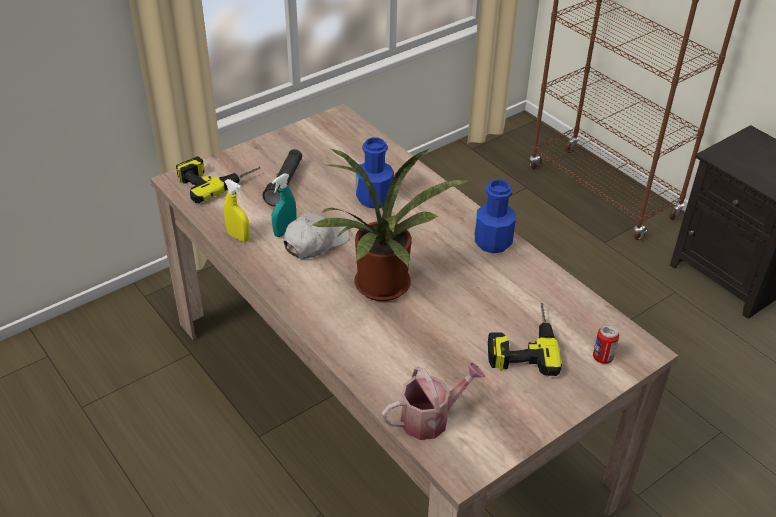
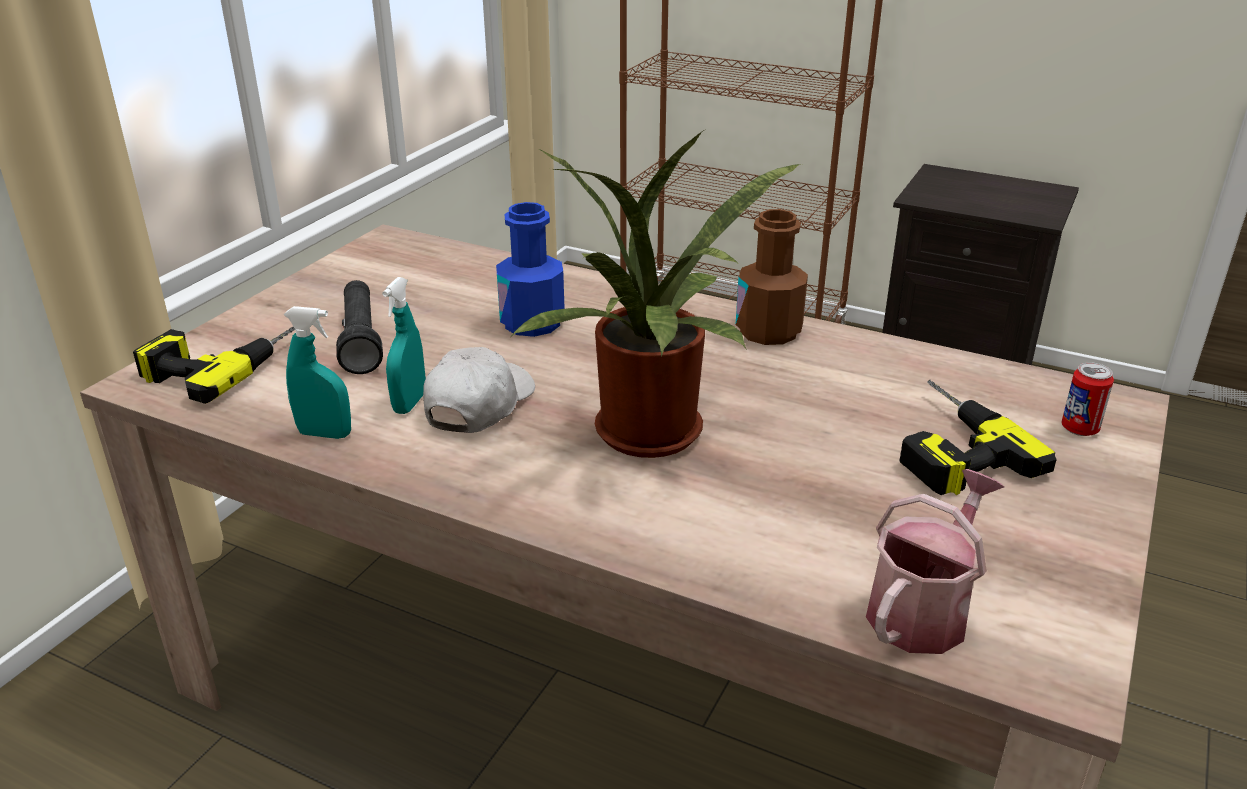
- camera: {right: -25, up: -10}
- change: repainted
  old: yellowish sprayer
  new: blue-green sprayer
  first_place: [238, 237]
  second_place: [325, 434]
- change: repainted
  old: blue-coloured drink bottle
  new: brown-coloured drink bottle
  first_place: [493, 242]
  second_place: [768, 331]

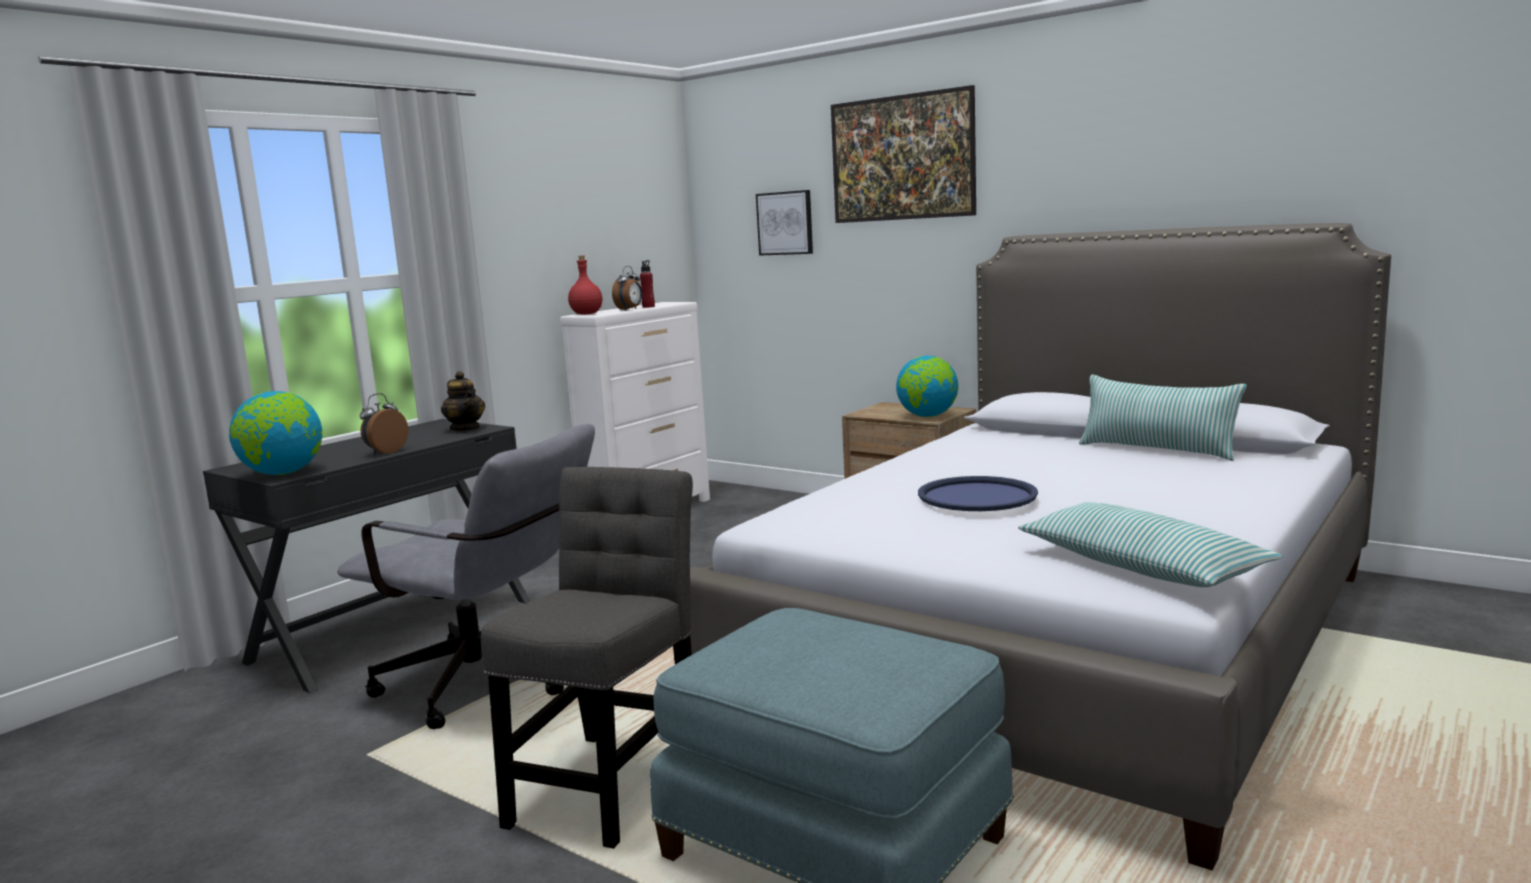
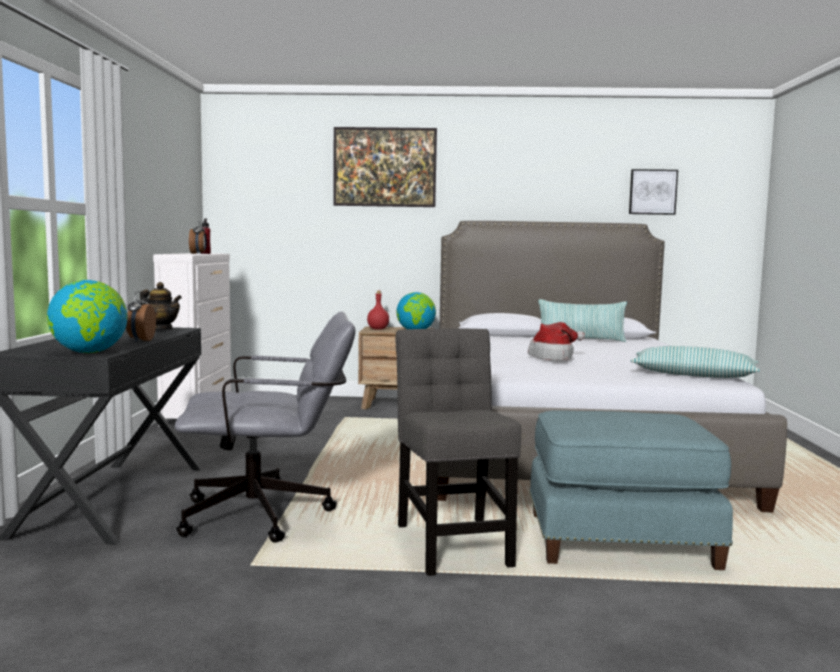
- camera: {right: -35, up: -5}
- change: shifted
  old: red drink bottle
  first_place: [587, 314]
  second_place: [378, 329]
- change: shifted
  old: wall art
  first_place: [785, 223]
  second_place: [652, 192]
- change: swapped
  old: blue-coloured serving tray
  new: wearable hat
  first_place: [977, 496]
  second_place: [554, 357]

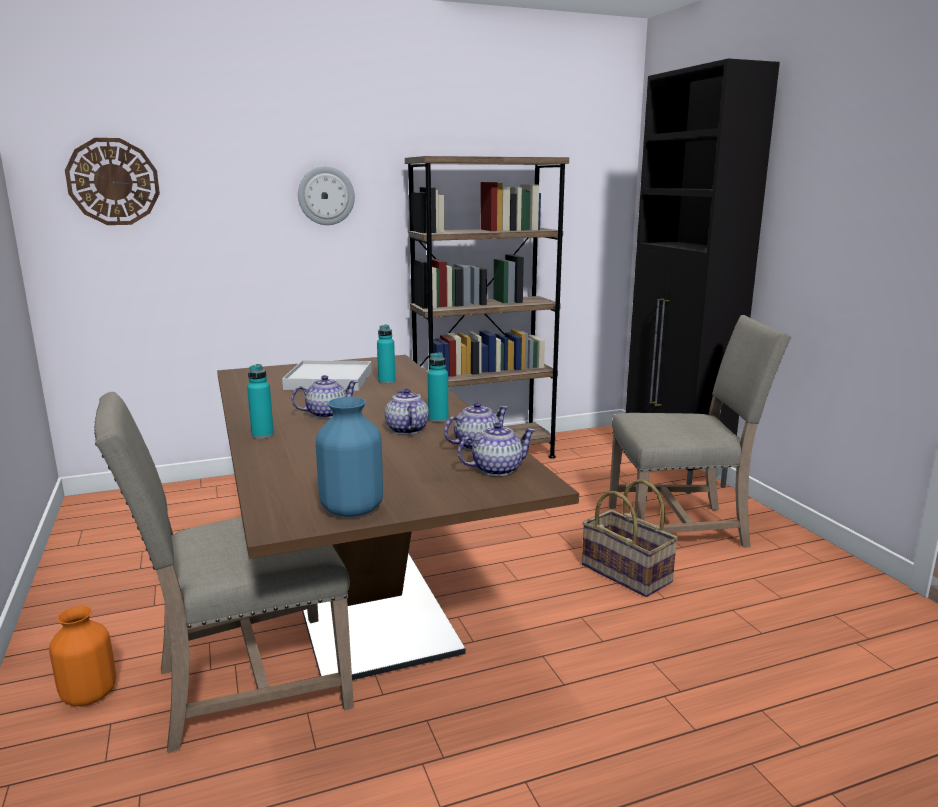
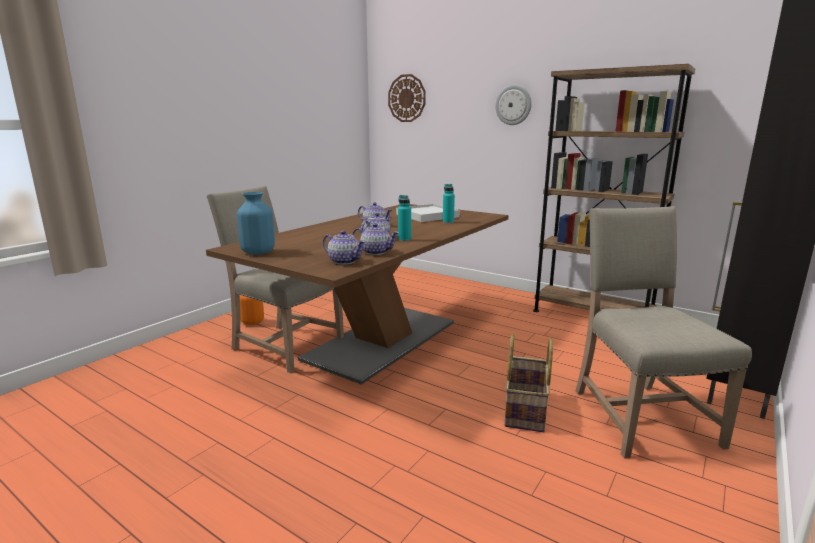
- camera: {right: 55, up: 0}
- change: gone
  old: blue-green drink bottle
  first_place: [262, 435]
- change: rotated
  old: sand-coloured plain chair
  first_place: [681, 527]
  second_place: [638, 415]
  degrees: -150

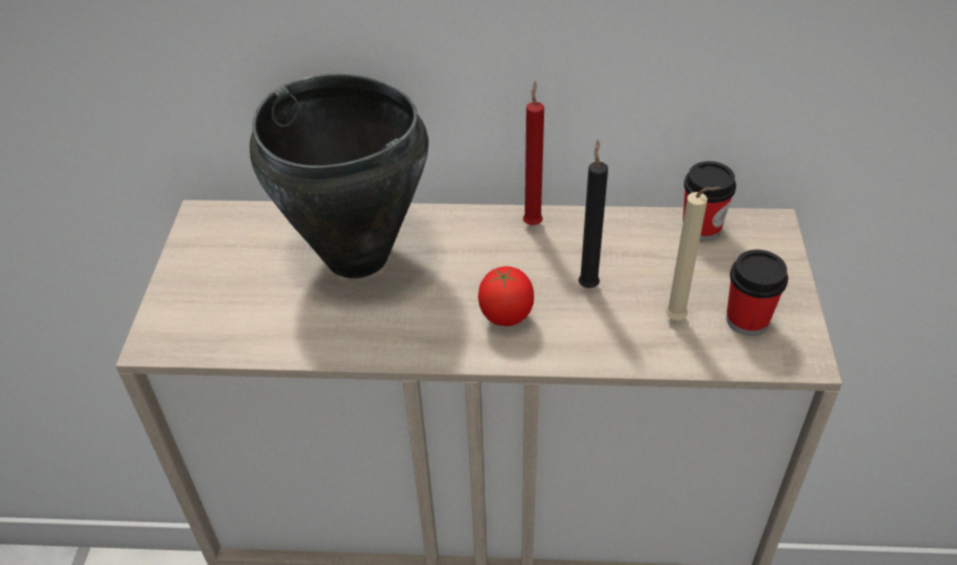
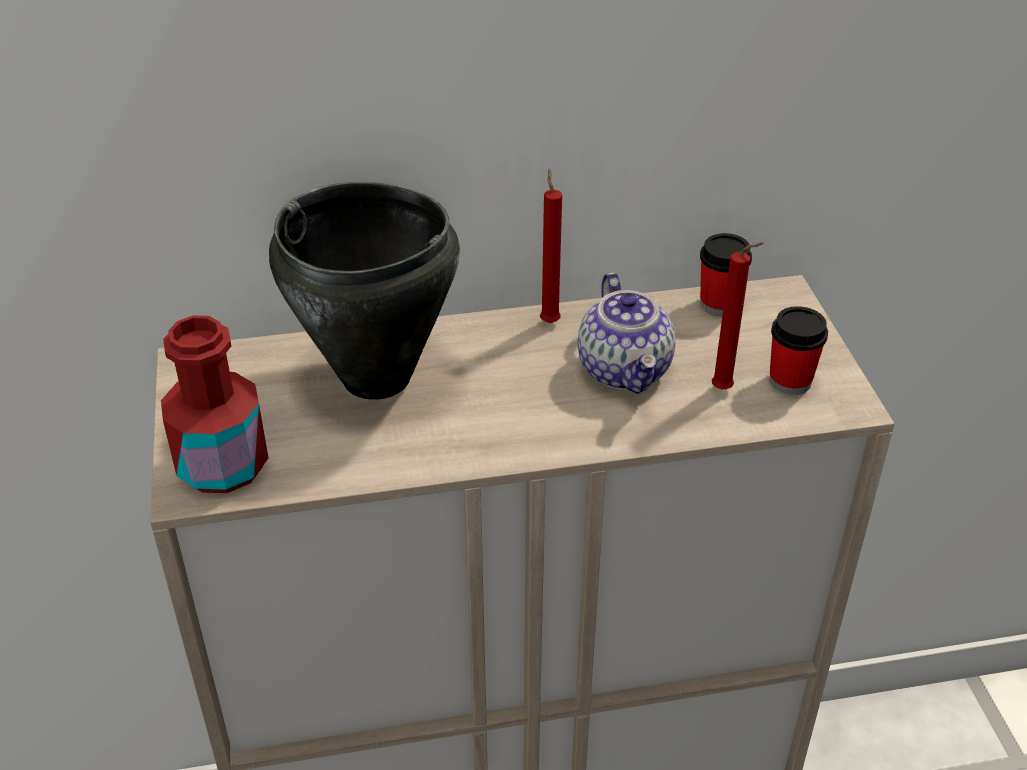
- camera: {right: -15, up: -5}
- change: gone
  old: fresh tomato
  first_place: [505, 318]
- change: new
  new: red drink bottle
  second_place: [223, 465]
- change: swapped
  old: blackish candle
  new: pot for tea
  first_place: [588, 284]
  second_place: [626, 370]
- change: repainted
  old: sand-coloured candle
  new: red candle
  first_place: [679, 319]
  second_place: [725, 390]

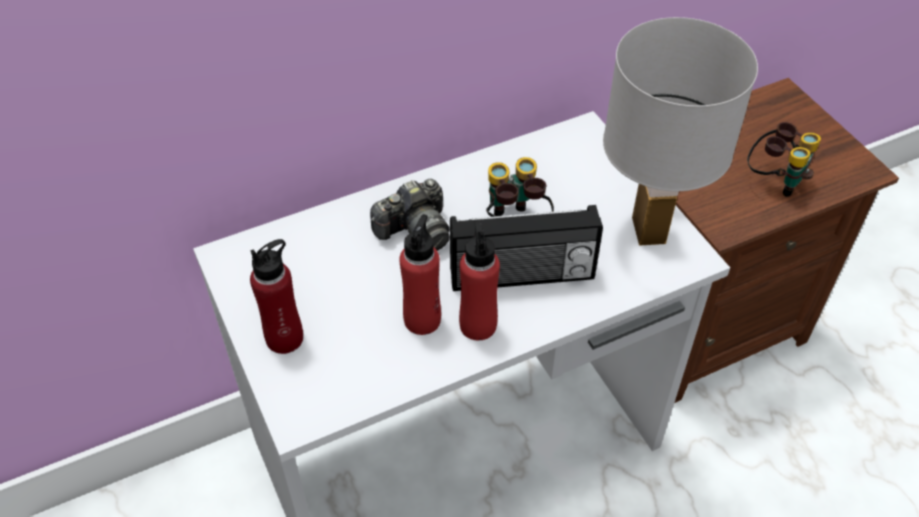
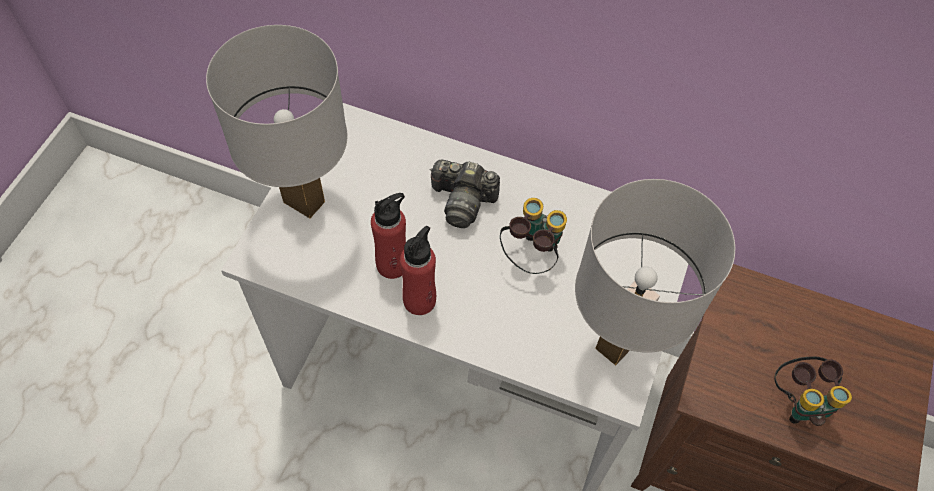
- camera: {right: 45, up: 10}
- change: gone
  old: radio set
  first_place: [522, 277]
- change: swapped
  old: red drink bottle
  new: whitish lamp for a table
  first_place: [285, 338]
  second_place: [305, 202]

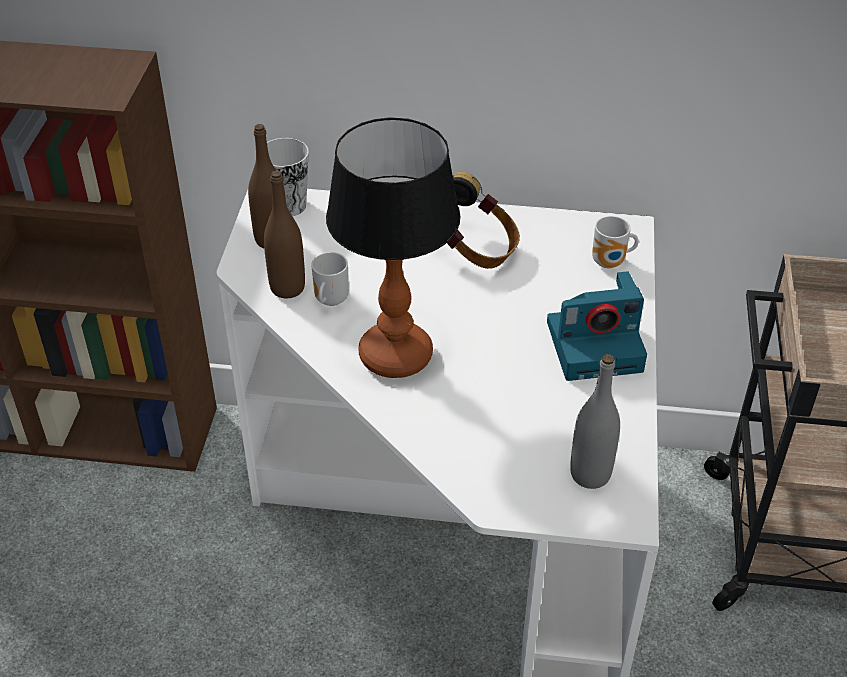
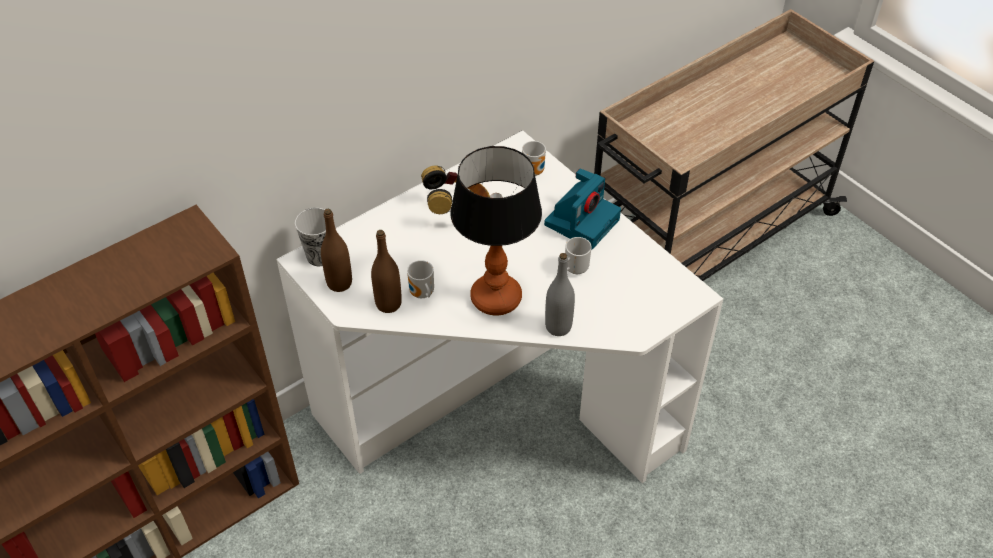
- camera: {right: -45, up: 5}
- change: new
  new: mug
  second_place: [574, 269]
- change: shifted
  old: grey drink bottle
  first_place: [590, 474]
  second_place: [558, 327]

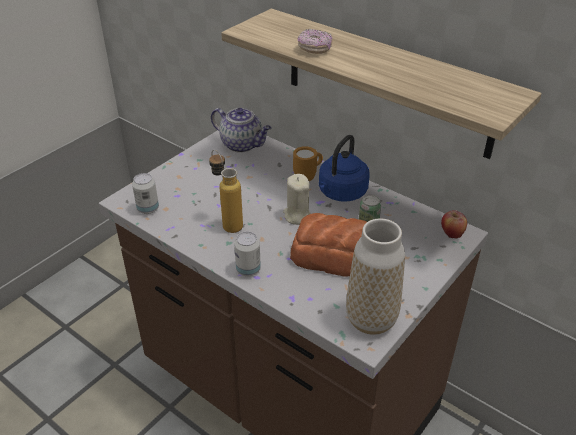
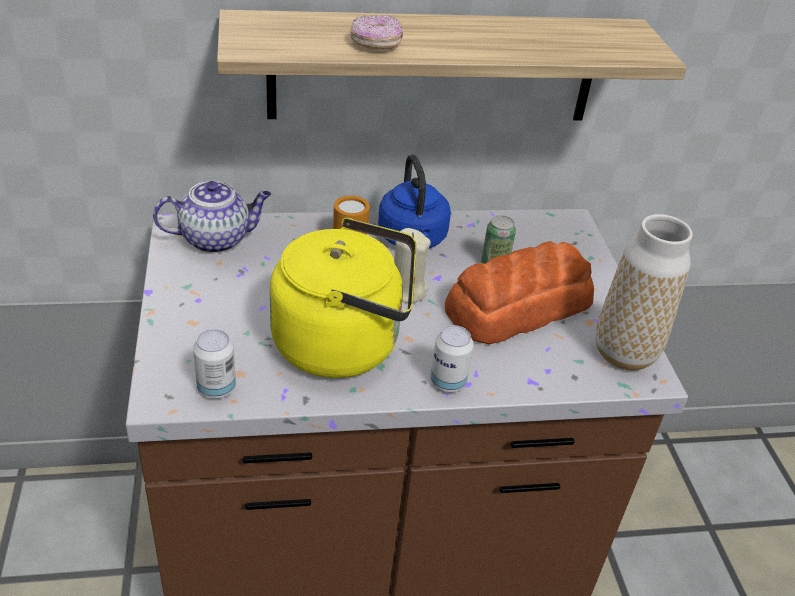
- camera: {right: -50, up: 0}
- change: gone
  old: whole apple
  first_place: [451, 234]
- change: swapped
  old: drink bottle
  new: yellowish tea kettle
  first_place: [227, 223]
  second_place: [344, 344]

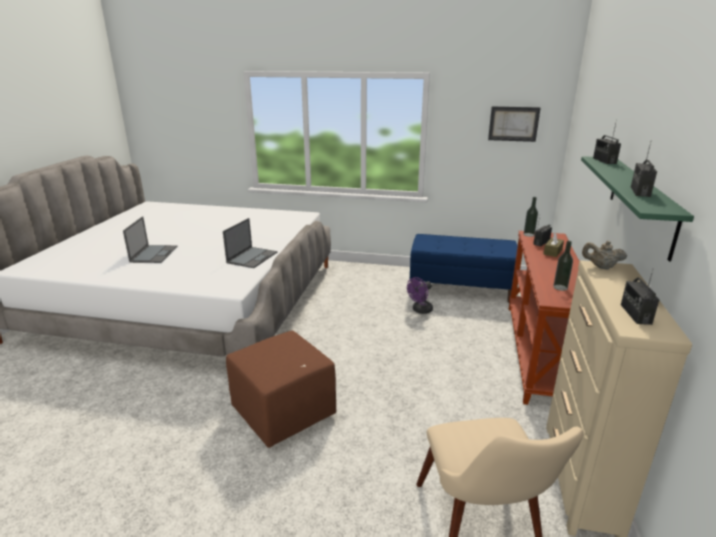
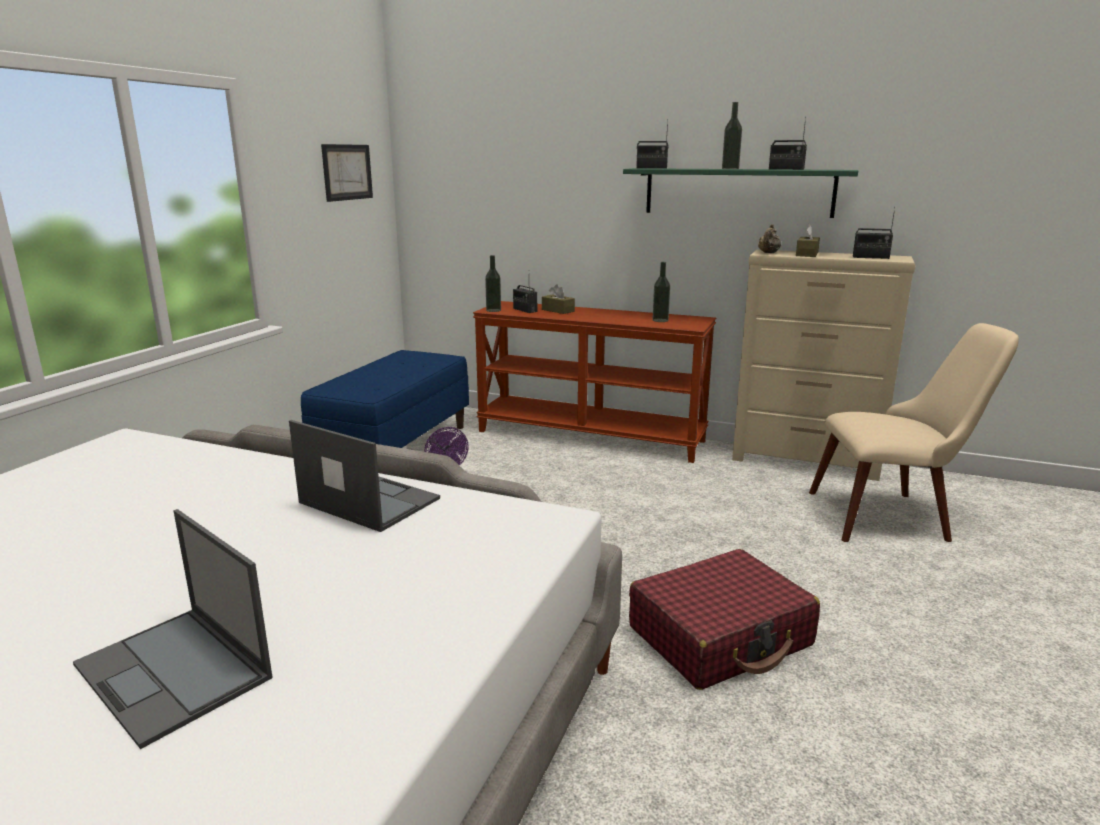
- camera: {right: -80, up: -5}
- change: new
  new: drink bottle
  second_place: [730, 169]
- change: new
  new: brown-coloured tissue holder
  second_place: [807, 254]
- change: swapped
  old: brown-coloured pouffe
  new: red piece of luggage
  first_place: [284, 412]
  second_place: [720, 636]
- change: rotated
  old: notebook computer
  first_place: [154, 254]
  second_place: [175, 672]
  degrees: -150

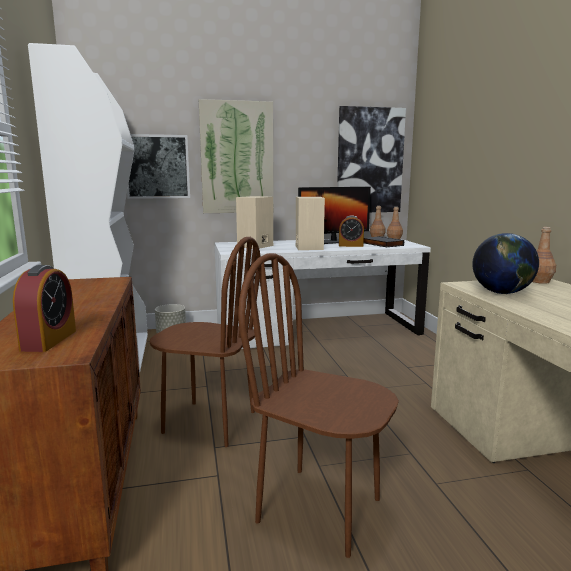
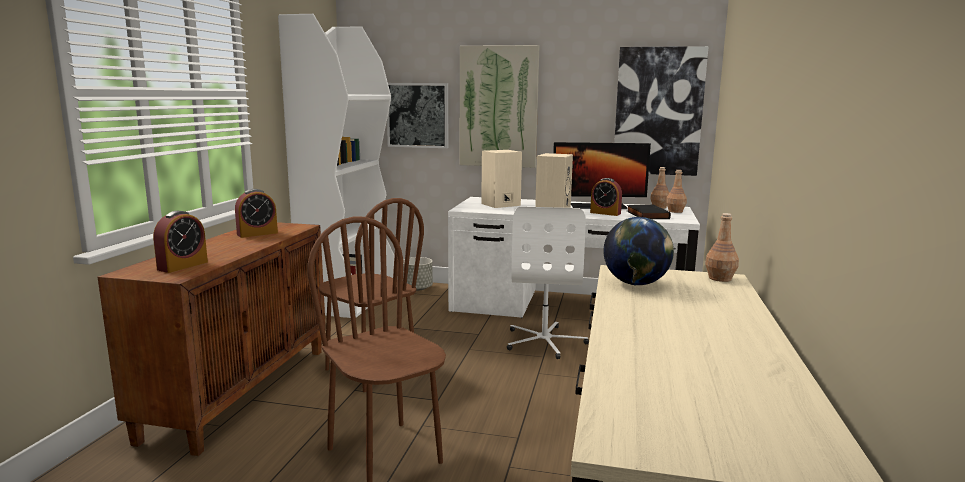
- camera: {right: 25, up: 0}
- change: new
  new: alarm clock
  second_place: [257, 234]
- change: new
  new: whitish desk chair
  second_place: [545, 341]

